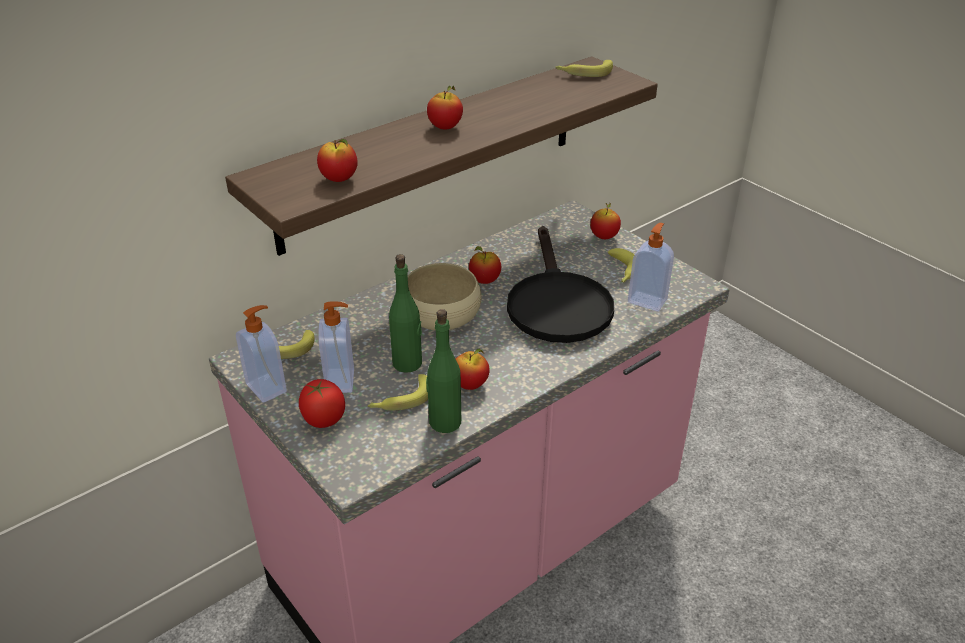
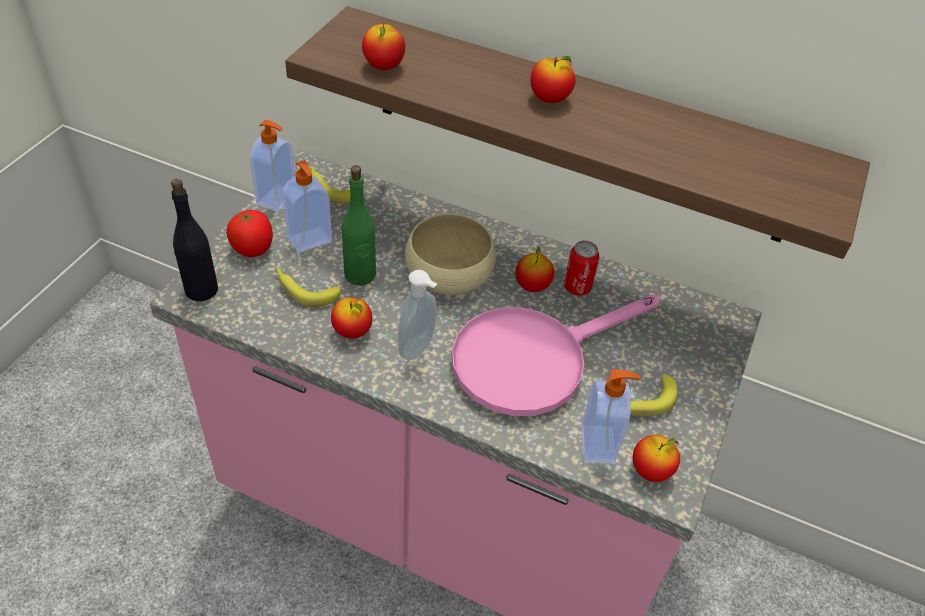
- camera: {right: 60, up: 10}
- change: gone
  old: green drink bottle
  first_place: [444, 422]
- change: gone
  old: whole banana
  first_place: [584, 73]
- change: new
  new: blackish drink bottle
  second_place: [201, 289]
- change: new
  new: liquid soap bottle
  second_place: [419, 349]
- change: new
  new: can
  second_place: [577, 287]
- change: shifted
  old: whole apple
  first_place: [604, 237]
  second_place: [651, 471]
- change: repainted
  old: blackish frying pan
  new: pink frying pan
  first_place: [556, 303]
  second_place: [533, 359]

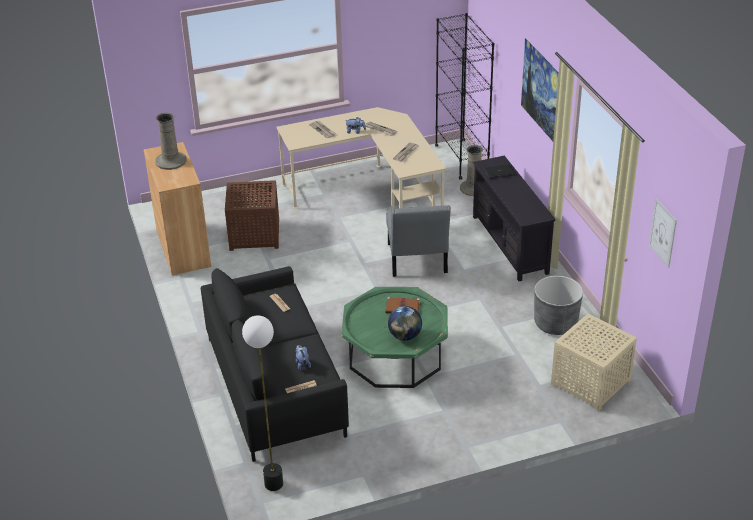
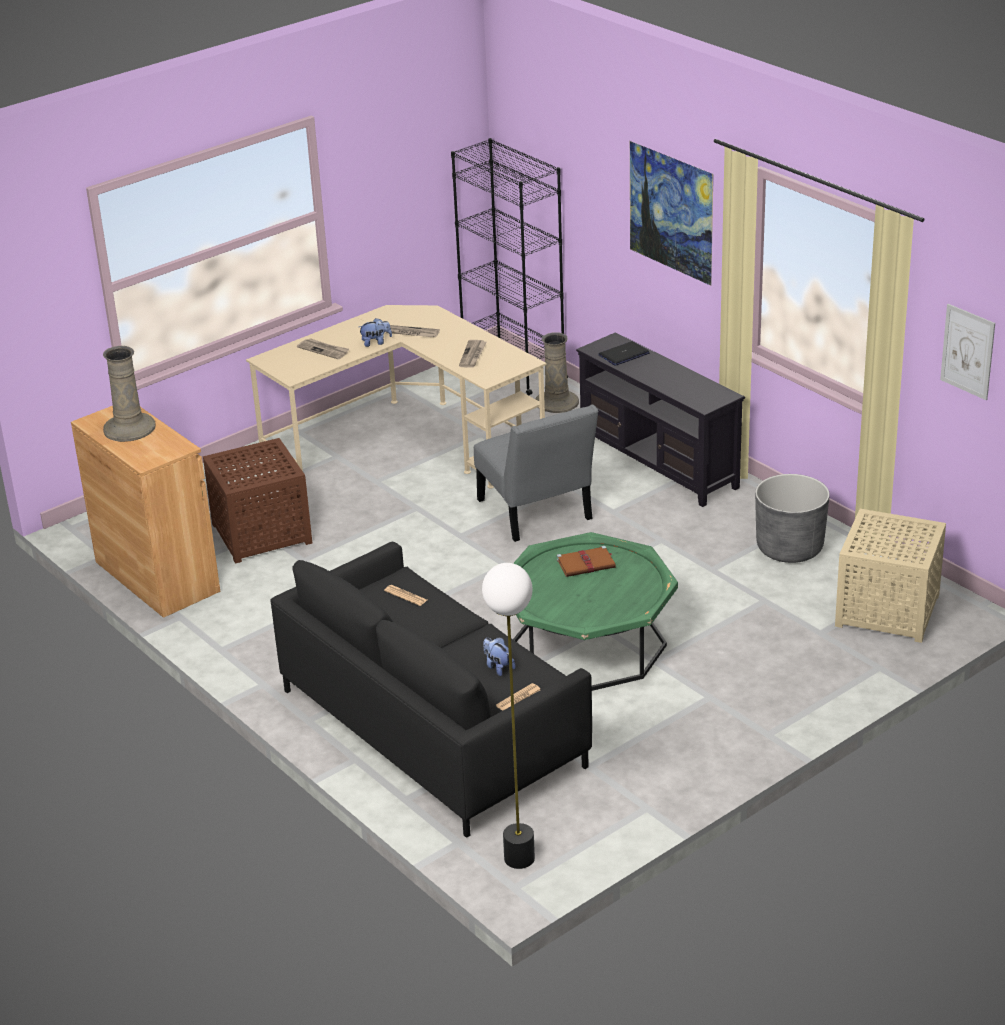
- camera: {right: -20, up: -5}
- change: gone
  old: globe
  first_place: [405, 336]

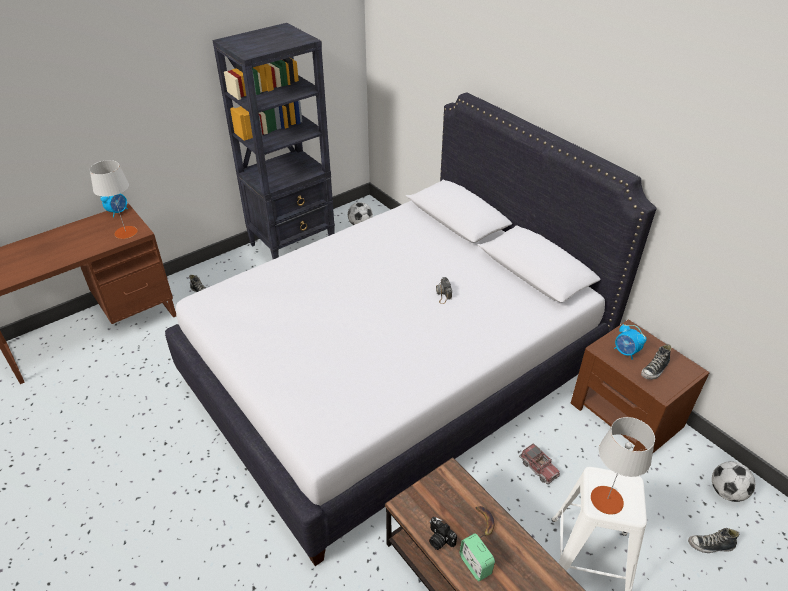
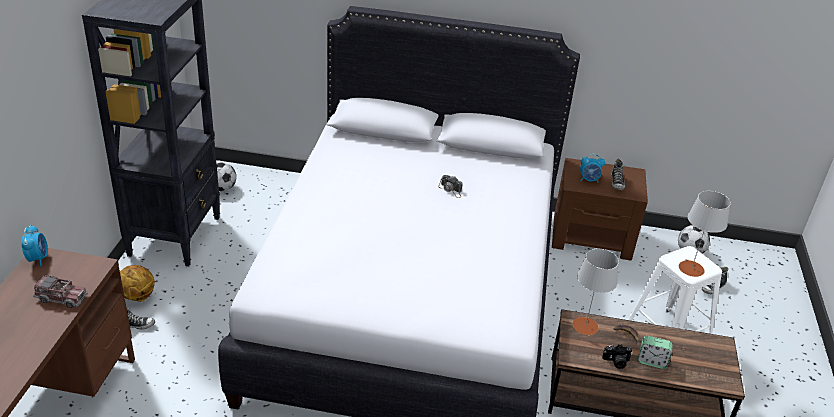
- camera: {right: -45, up: -5}
- change: new
  new: basketball ball
  second_place: [136, 297]
- change: shifted
  old: grey lamp for a table
  first_place: [125, 232]
  second_place: [585, 326]
- change: shifted
  old: model truck
  first_place: [538, 468]
  second_place: [61, 298]

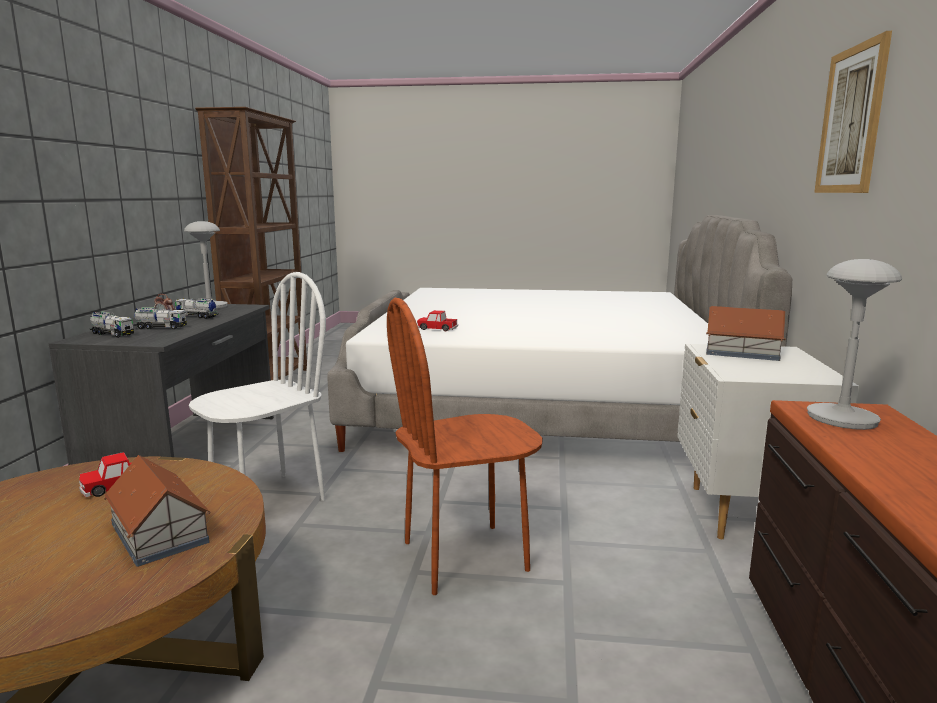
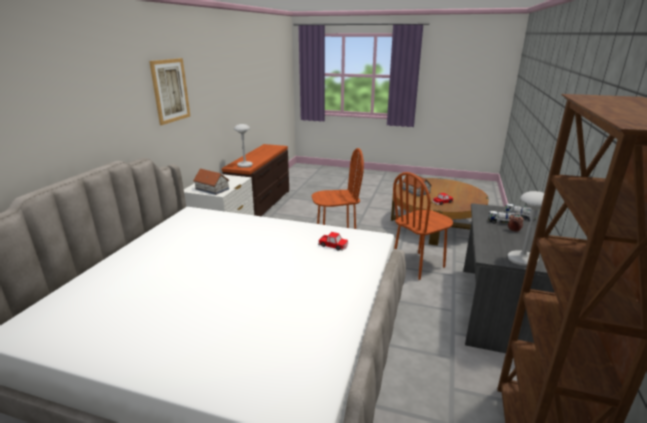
- camera: {right: -170, up: 10}
- change: gone
  old: model truck
  first_place: [197, 316]
- change: repainted
  old: whitish plain chair
  new: brown-coloured plain chair
  first_place: [267, 500]
  second_place: [418, 265]

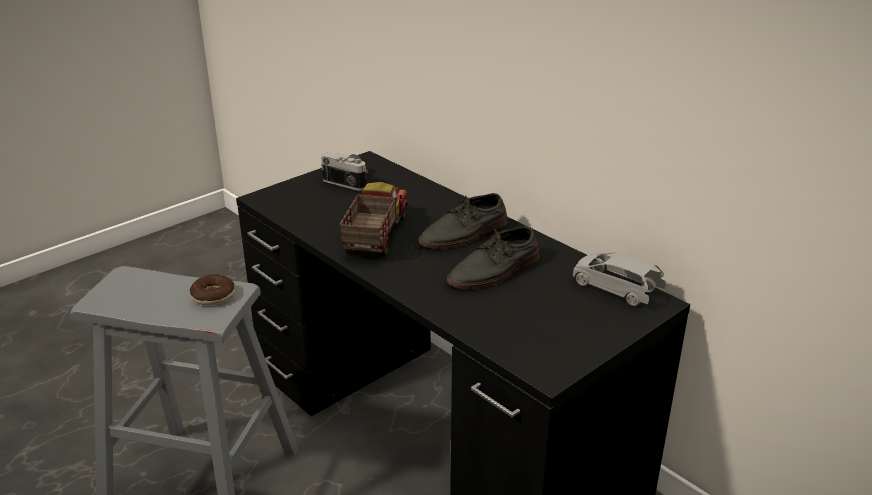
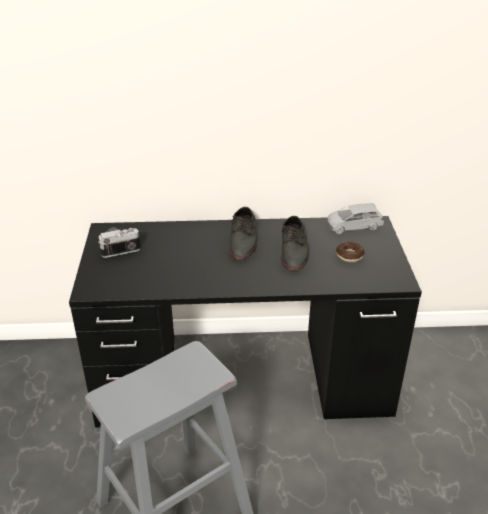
- camera: {right: -50, up: 5}
- change: gone
  old: model truck
  first_place: [375, 236]
- change: shifted
  old: doughnut
  first_place: [213, 296]
  second_place: [349, 256]

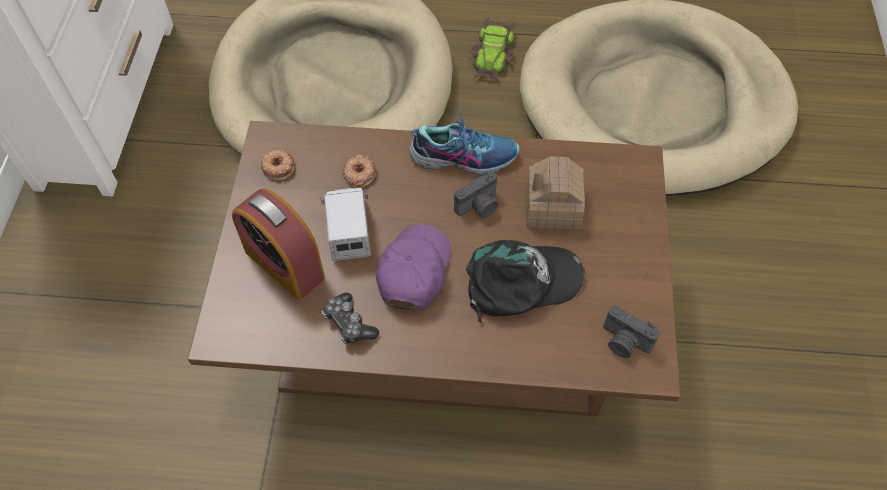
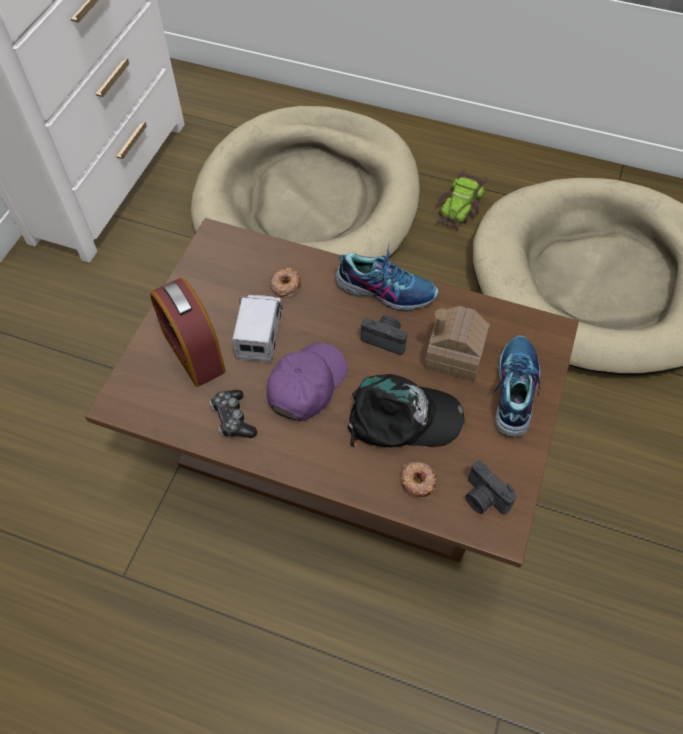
- camera: {right: 15, up: 0}
- change: new
  new: item of footwear
  second_place: [513, 390]
- change: shifted
  old: doughnut
  first_place: [278, 166]
  second_place: [418, 481]
- change: rotated
  old: still camera
  first_place: [479, 206]
  second_place: [385, 339]
  degrees: -135

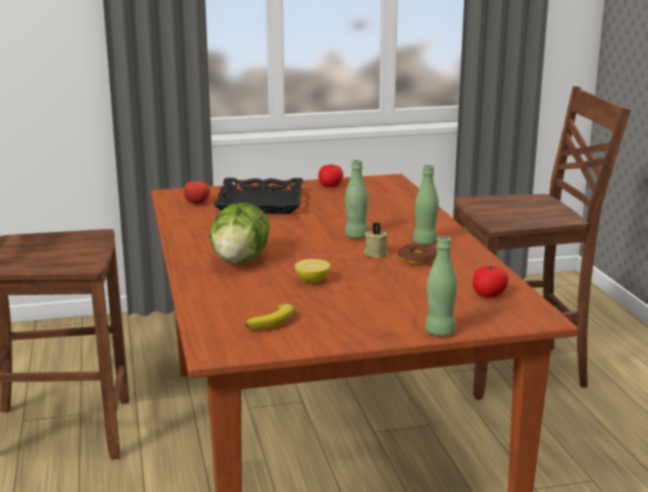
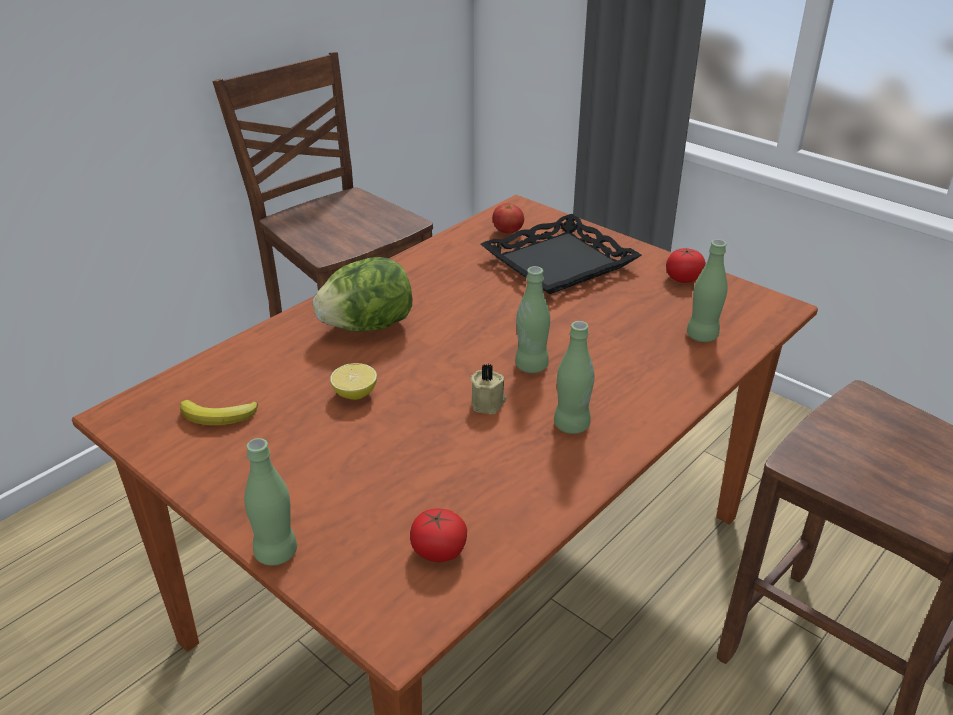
- camera: {right: 55, up: 15}
- change: gone
  old: doughnut
  first_place: [417, 259]
- change: new
  new: green drink bottle
  second_place: [702, 336]

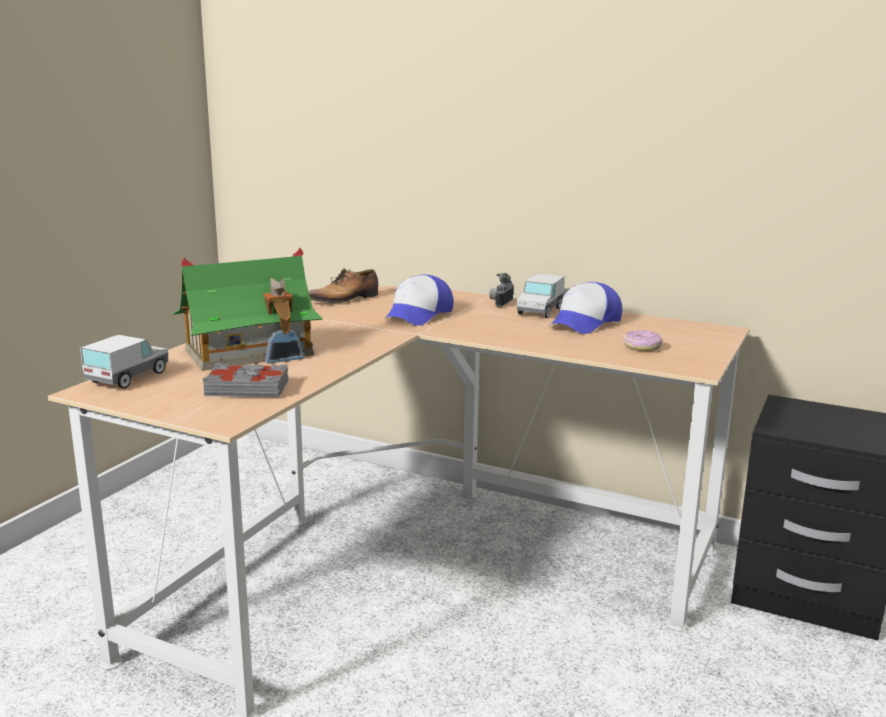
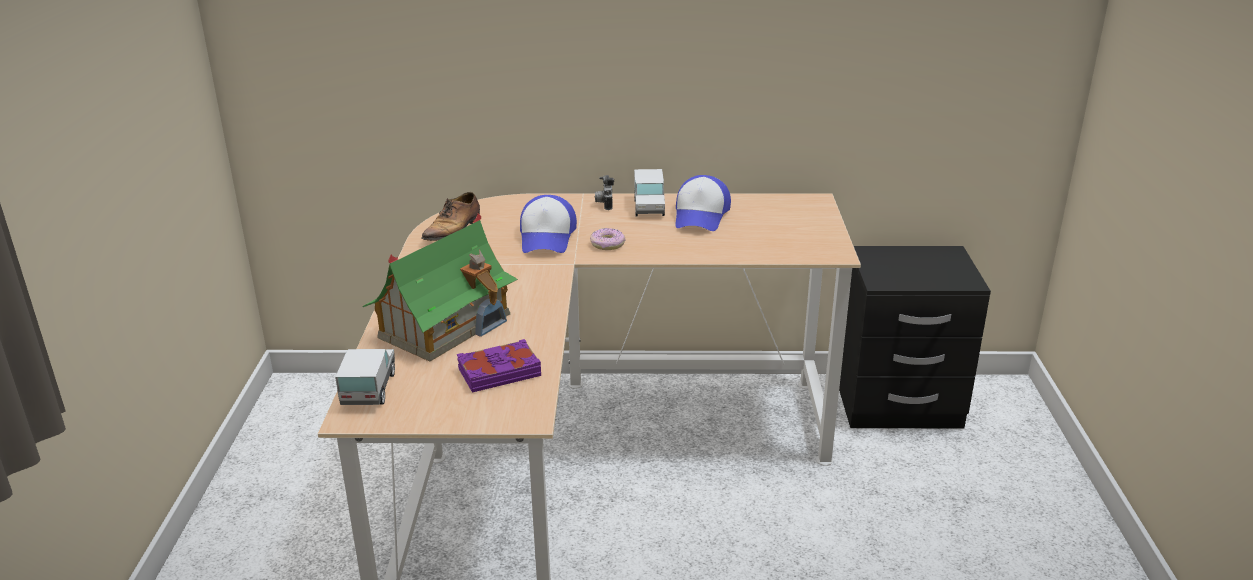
- camera: {right: -25, up: 10}
- change: shifted
  old: doughnut
  first_place: [642, 347]
  second_place: [607, 244]
- change: repainted
  old: grey bound book
  new: purple bound book
  first_place: [247, 388]
  second_place: [499, 372]

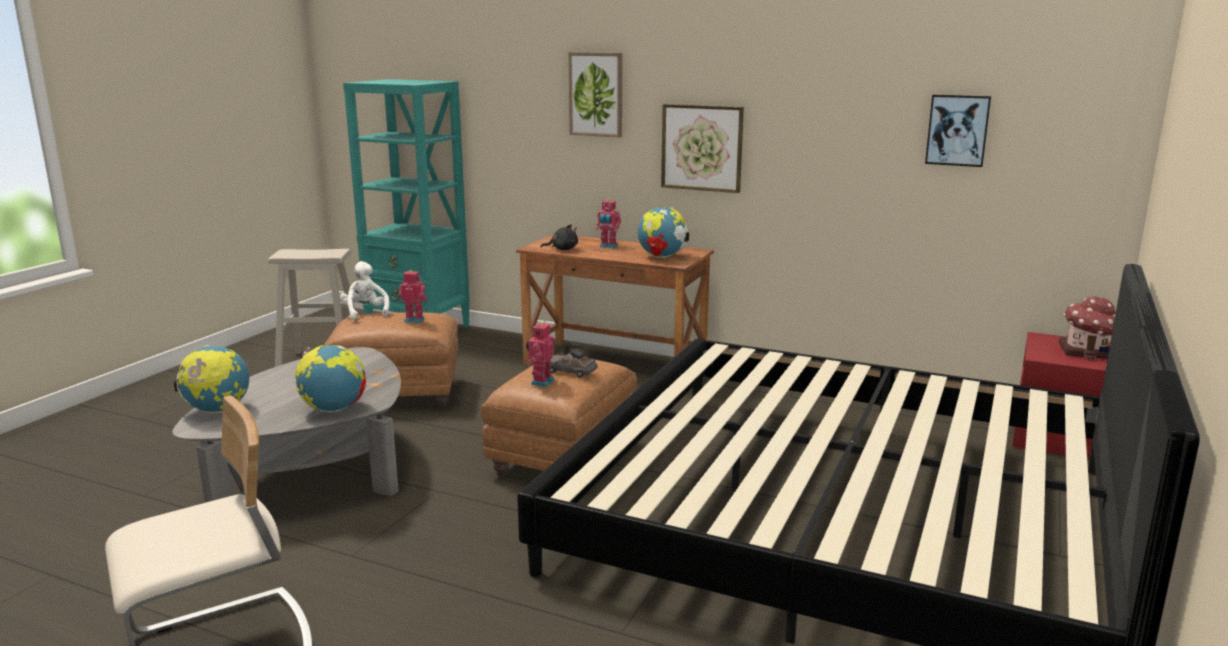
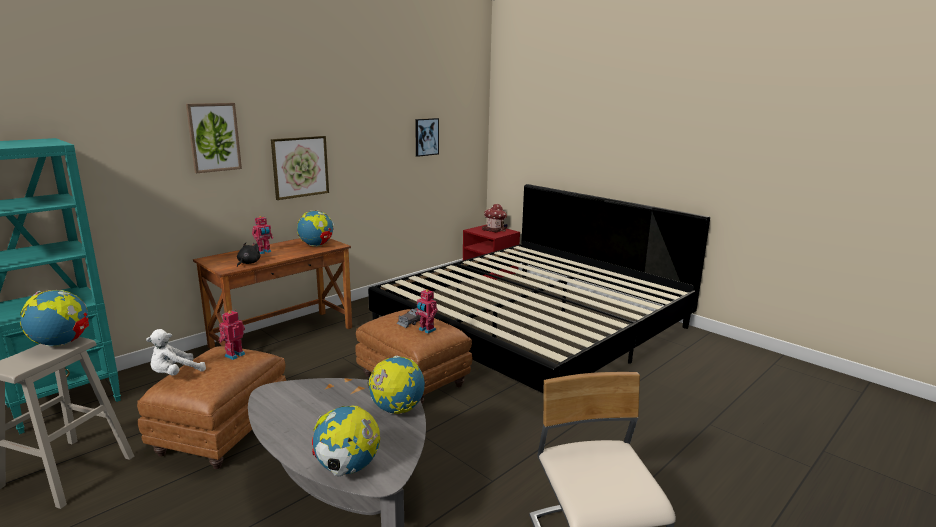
- camera: {right: -70, up: 0}
- change: new
  new: globe
  second_place: [61, 343]
- change: rotated
  old: whitish cuddly toy
  first_place: [365, 313]
  second_place: [175, 374]
  degrees: -45

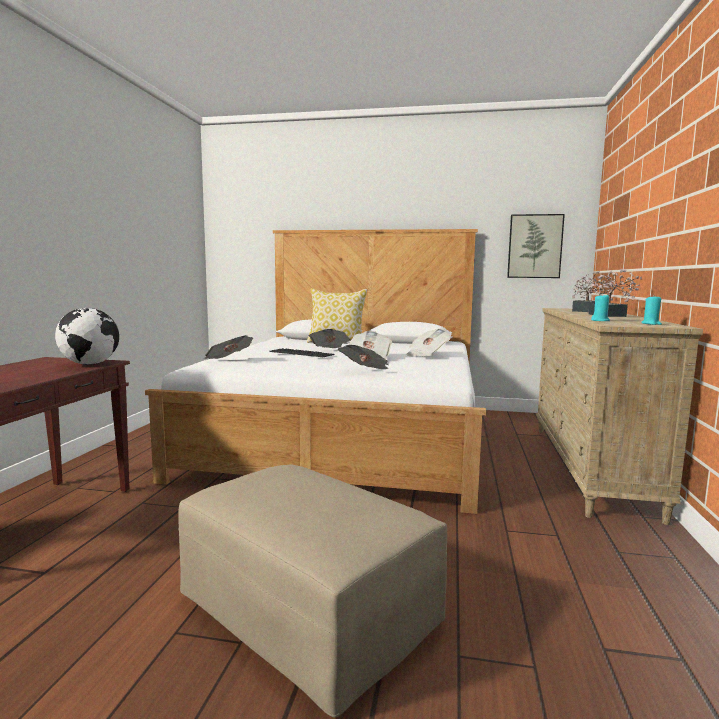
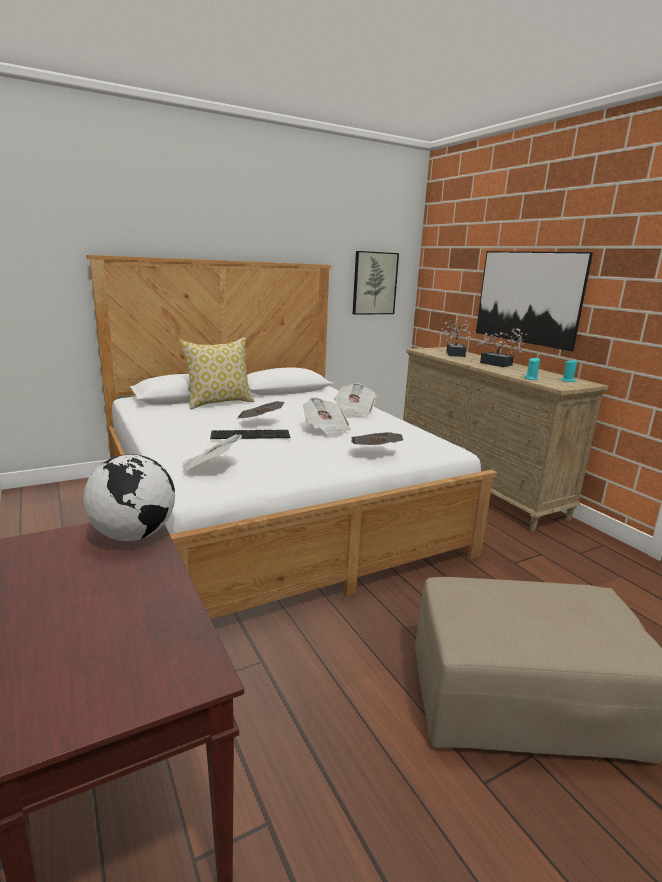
- camera: {right: -40, up: 10}
- change: new
  new: wall art
  second_place: [527, 297]

